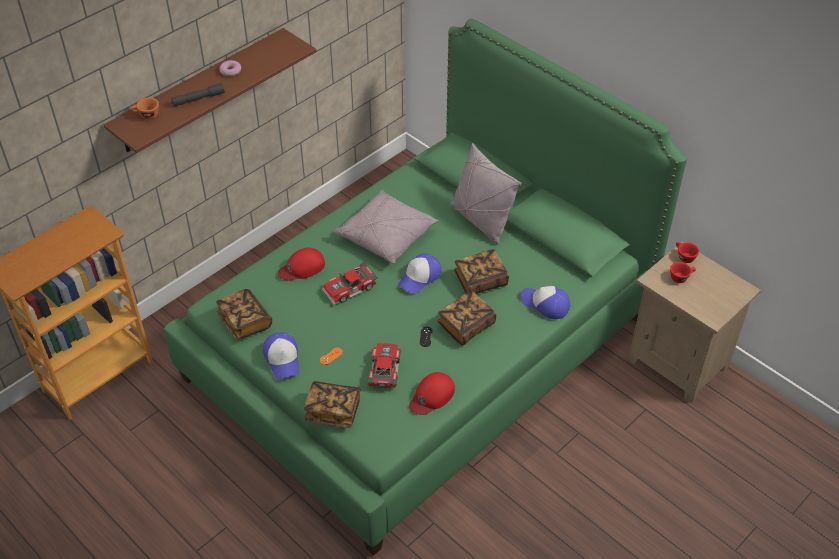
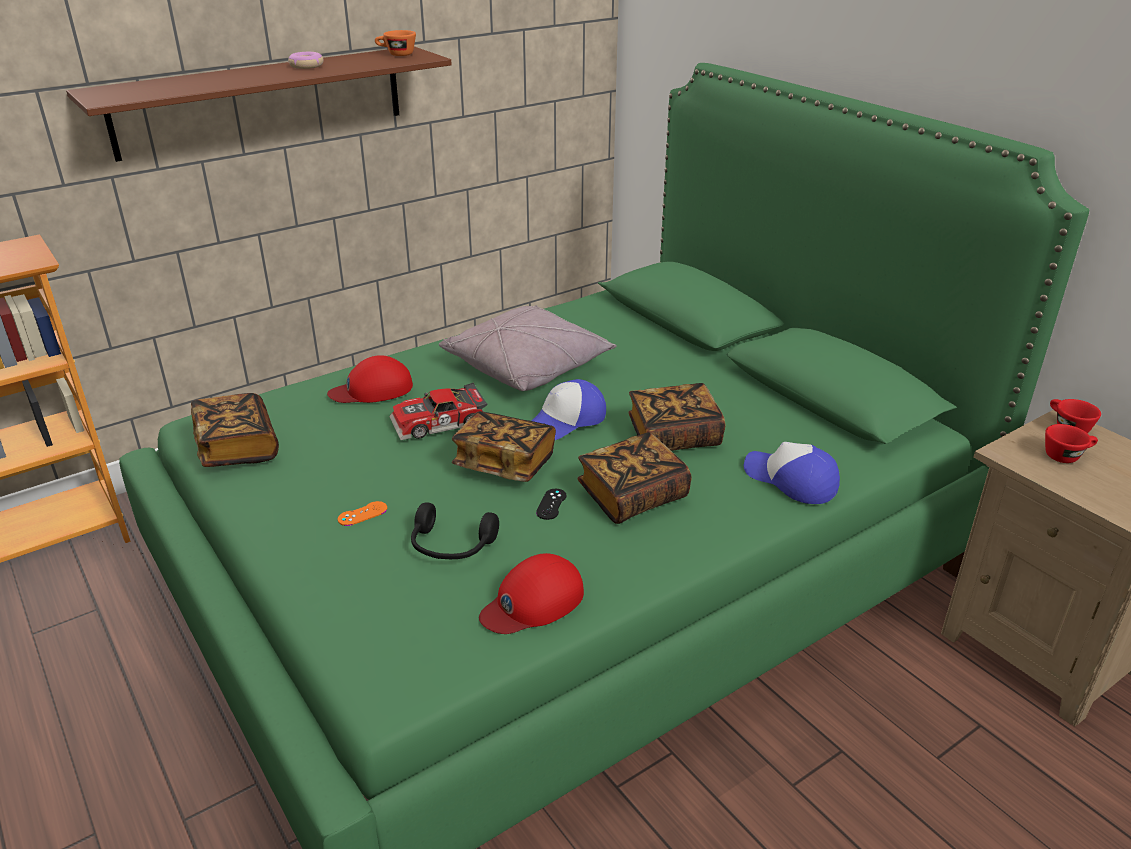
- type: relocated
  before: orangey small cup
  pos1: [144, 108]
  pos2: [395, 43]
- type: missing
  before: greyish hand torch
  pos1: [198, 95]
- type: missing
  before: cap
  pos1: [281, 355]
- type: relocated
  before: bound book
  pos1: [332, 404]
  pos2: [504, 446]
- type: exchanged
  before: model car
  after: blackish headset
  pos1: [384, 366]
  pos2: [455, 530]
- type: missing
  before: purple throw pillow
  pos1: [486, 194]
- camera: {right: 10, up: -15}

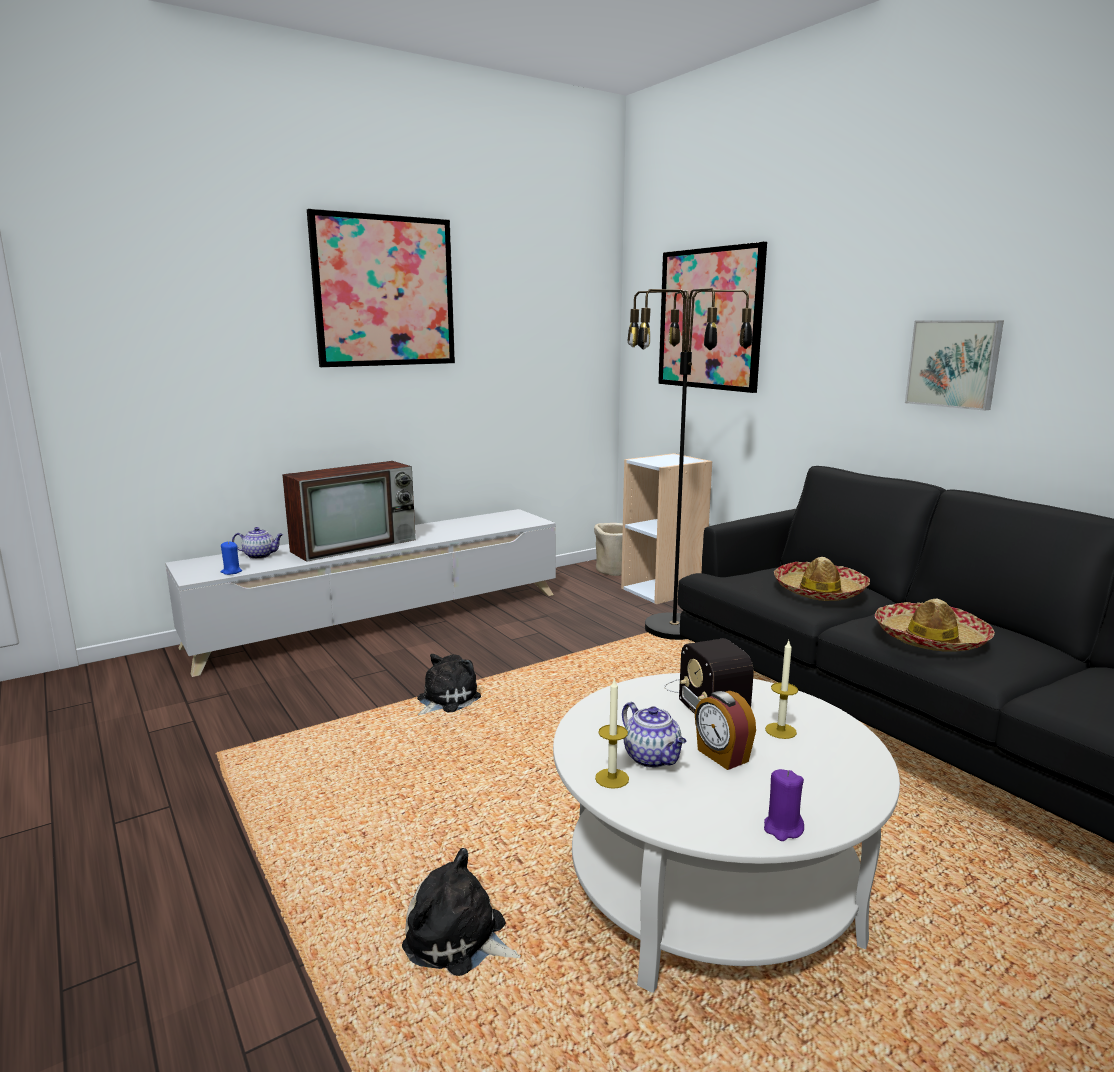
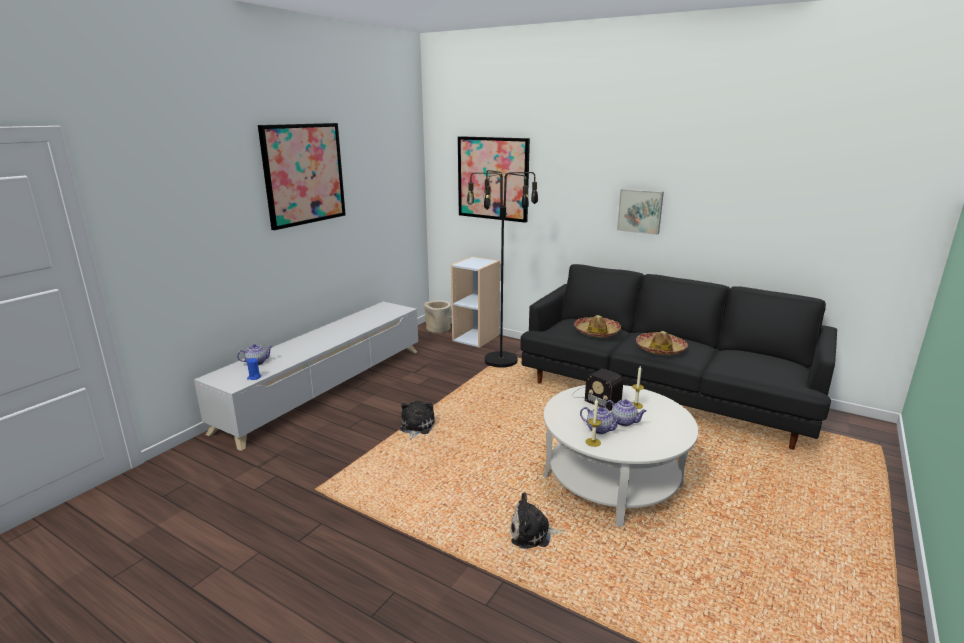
- type: missing
  before: television
  pos1: [349, 511]
- type: exchanged
  before: table clock
  after: teapot
  pos1: [725, 730]
  pos2: [625, 413]
- type: missing
  before: purple wax light
  pos1: [784, 805]
- camera: {right: -25, up: 5}

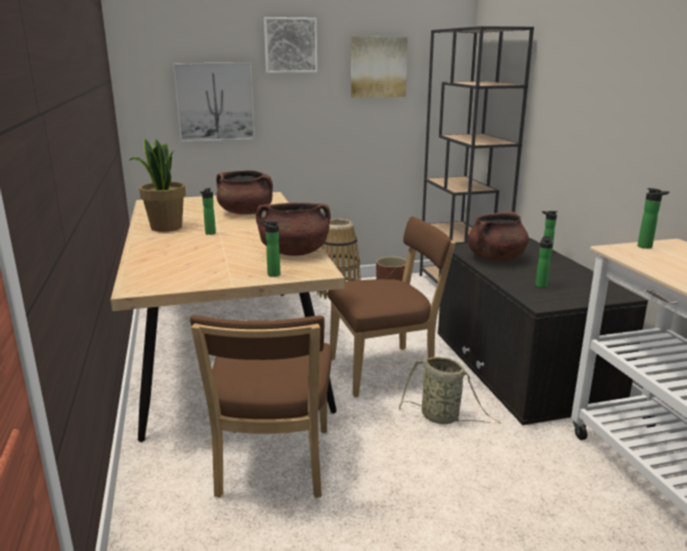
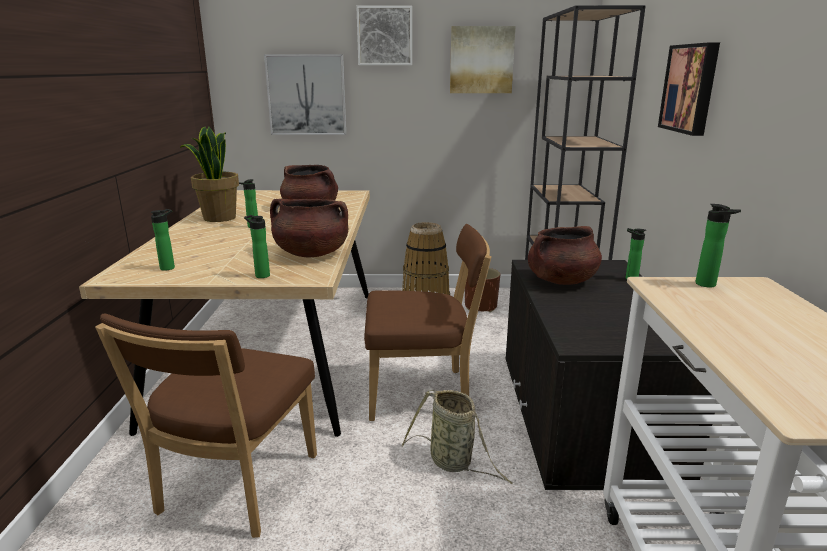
- type: relocated
  before: bottle
  pos1: [544, 262]
  pos2: [163, 240]
- type: appeared
  after: wall art
  pos2: [689, 89]
- camera: {right: 15, up: 0}

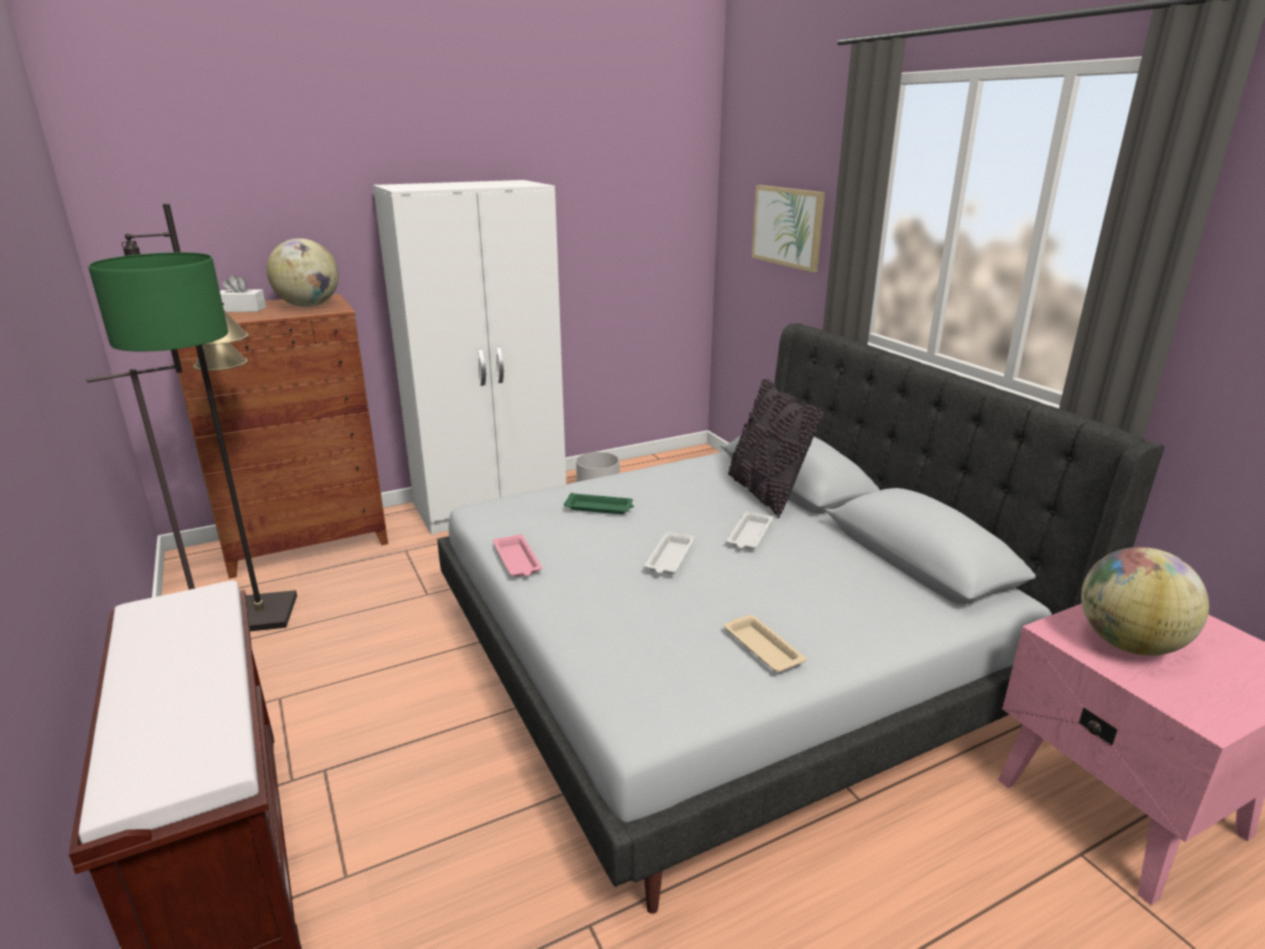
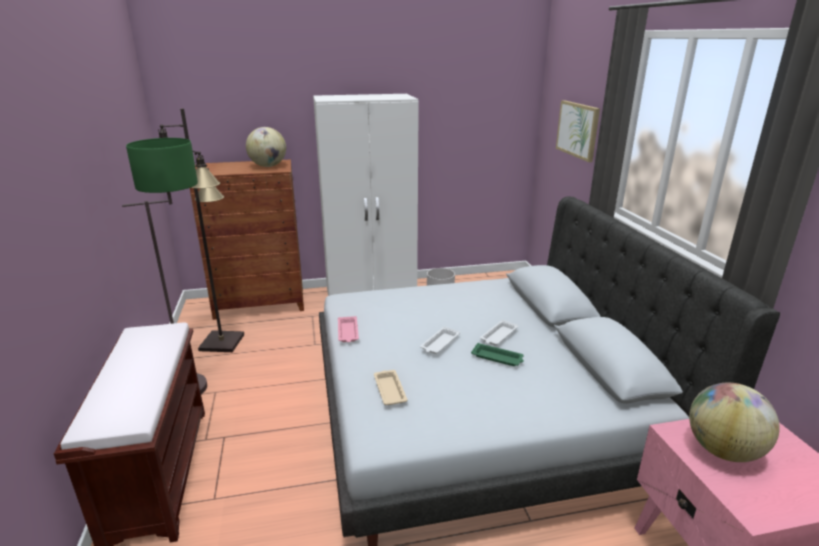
- type: missing
  before: white-coloured tissue holder
  pos1: [243, 293]
- type: relocated
  before: green-coloured tray
  pos1: [599, 503]
  pos2: [497, 354]
- type: relocated
  before: beige-coloured tray
  pos1: [765, 643]
  pos2: [391, 387]
- type: missing
  before: blackish throw pillow
  pos1: [776, 448]
- camera: {right: 15, up: 0}

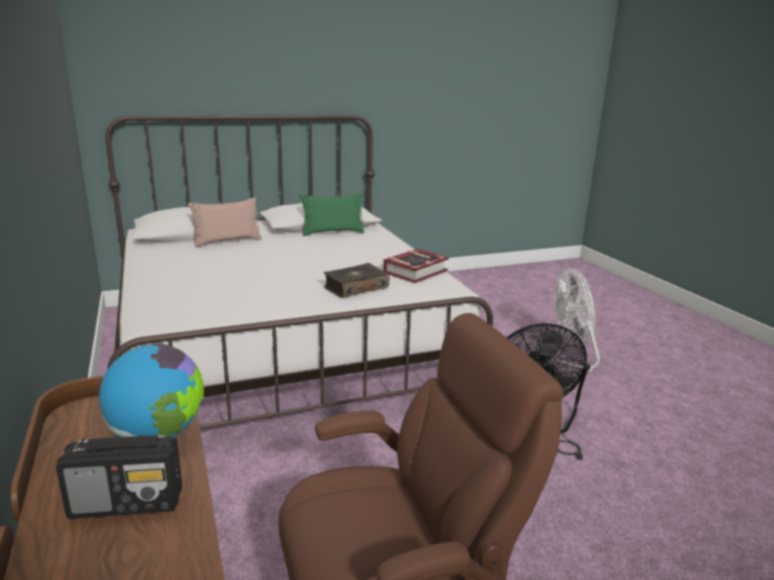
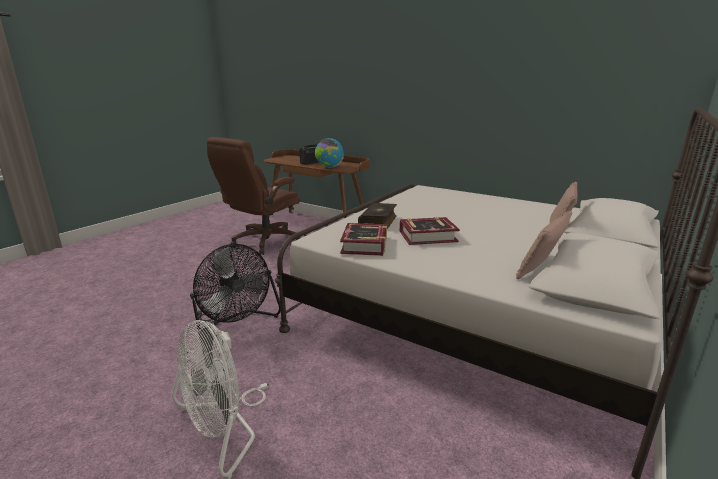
- type: colour
  before: green-coloured throw pillow
  after: beige-coloured throw pillow
  pos1: [331, 214]
  pos2: [544, 245]
- type: appeared
  after: bound book
  pos2: [430, 231]
- camera: {right: 145, up: 0}

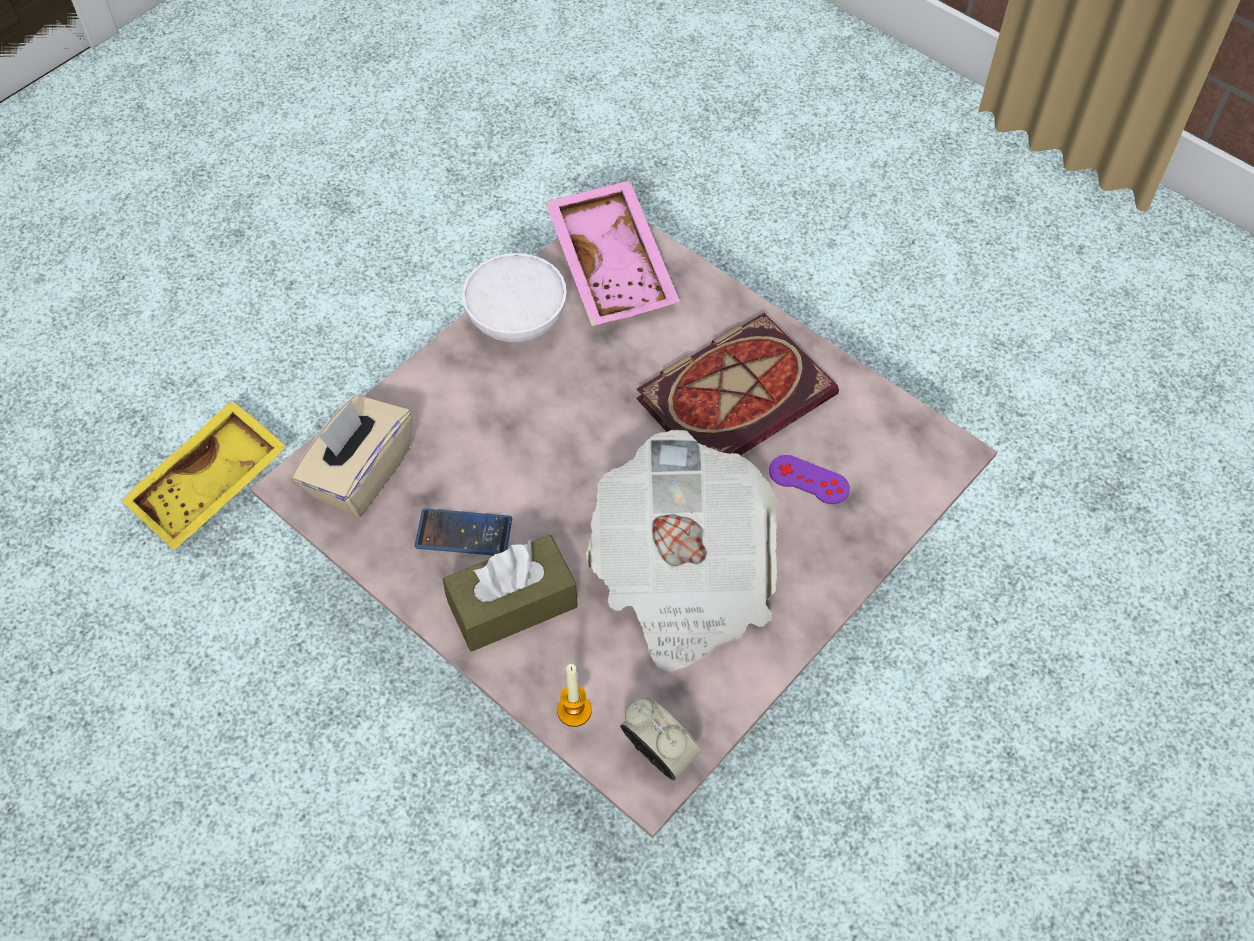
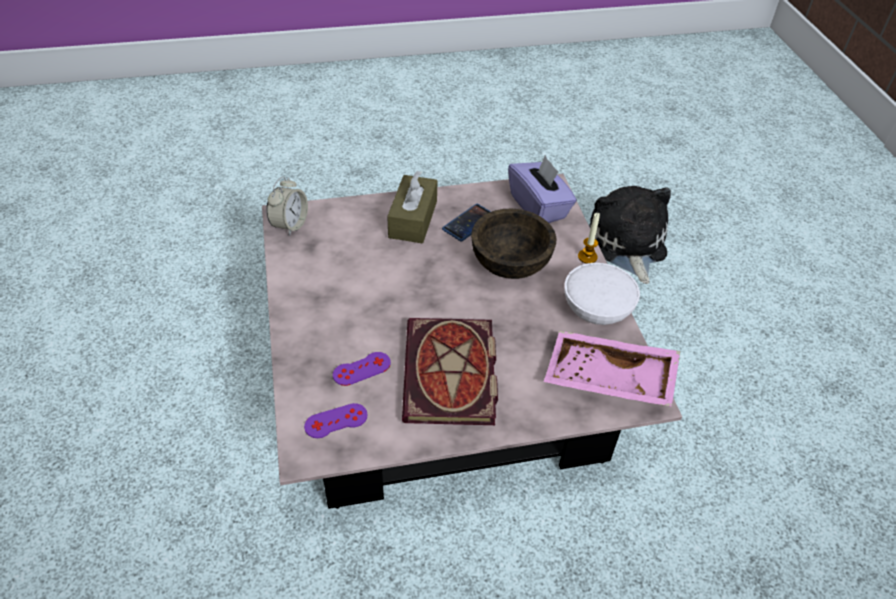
- type: exchanged
  before: yellow tray
  after: plush toy
  pos1: [204, 475]
  pos2: [630, 235]
- type: colour
  before: beige-coloured tissue holder
  after: purple tissue holder
  pos1: [352, 456]
  pos2: [542, 189]
- type: relocated
  before: wax light
  pos1: [574, 695]
  pos2: [589, 238]
- type: missing
  before: printed paper
  pos1: [681, 551]
- type: spun
  before: table clock
  pos1: [661, 739]
  pos2: [287, 206]
  turn: -60
- type: appeared
  after: purple game controller
  pos2: [336, 420]
- type: appeared
  after: brown-coloured serving bowl
  pos2: [513, 244]
- camera: {right: 125, up: -10}

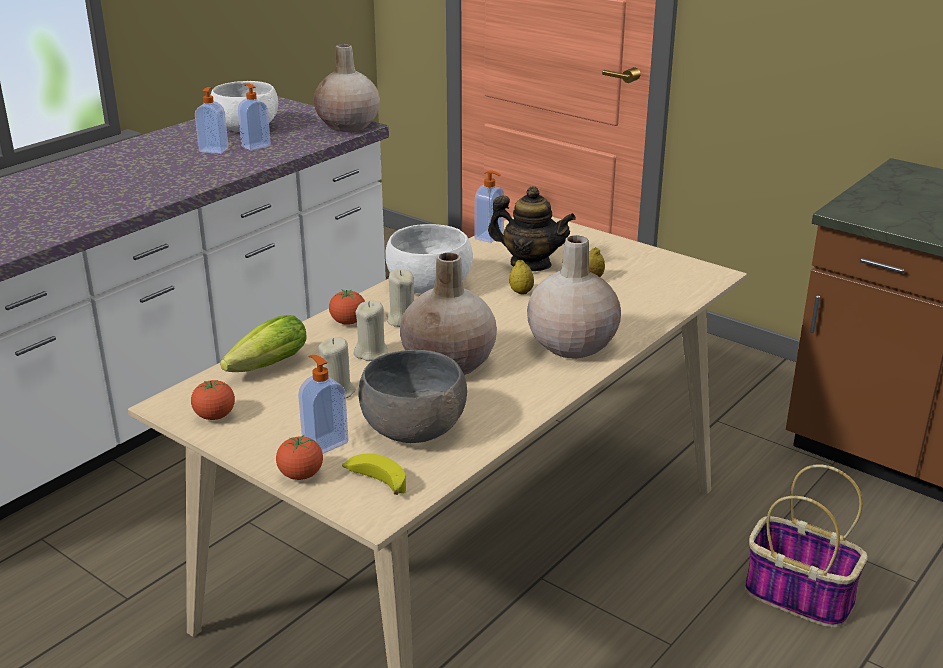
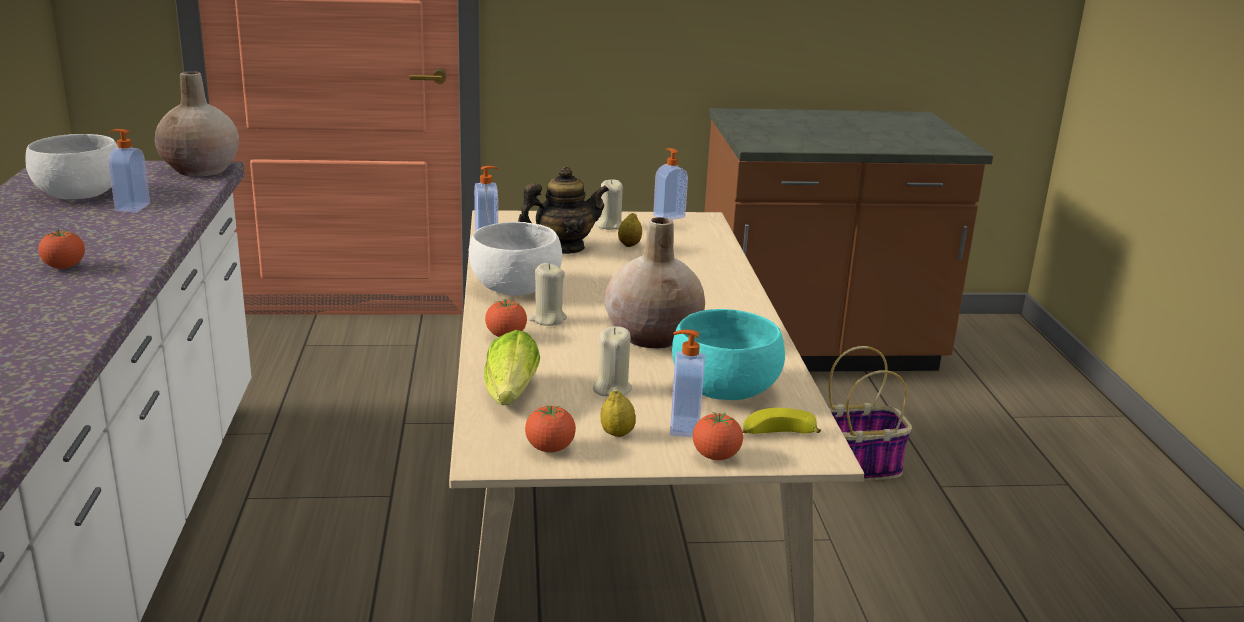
- type: relocated
  before: soap dispenser
  pos1: [212, 120]
  pos2: [670, 184]
- type: relocated
  before: beige-coloured wax light
  pos1: [370, 330]
  pos2: [609, 204]
- type: colour
  before: greyish serving bowl
  after: blue-green serving bowl
  pos1: [412, 396]
  pos2: [728, 354]
- type: relocated
  before: whole lemon
  pos1: [521, 277]
  pos2: [618, 413]
- type: missing
  before: beige-coloured decorative vase
  pos1: [574, 296]
- type: appeared
  after: whole tomato
  pos2: [61, 249]
- camera: {right: -45, up: -5}

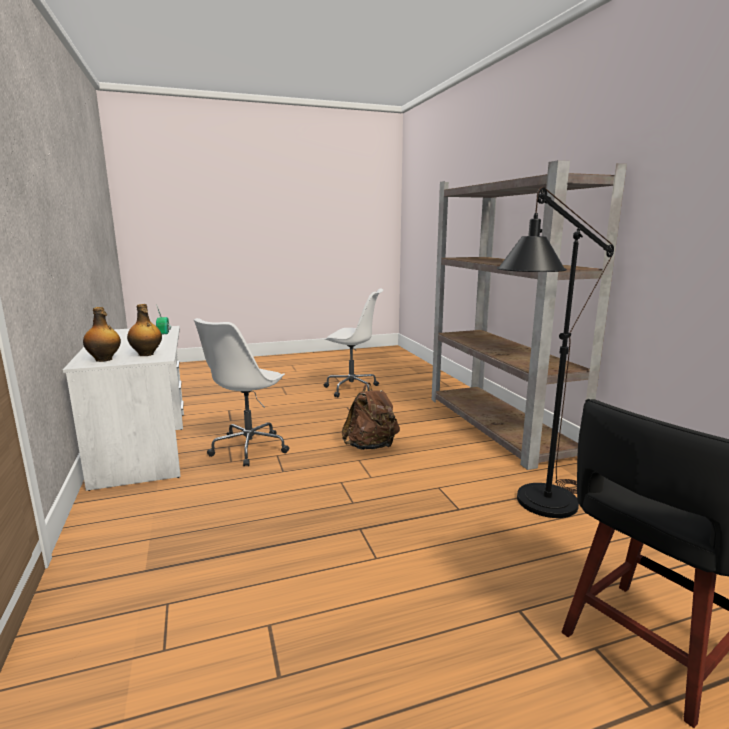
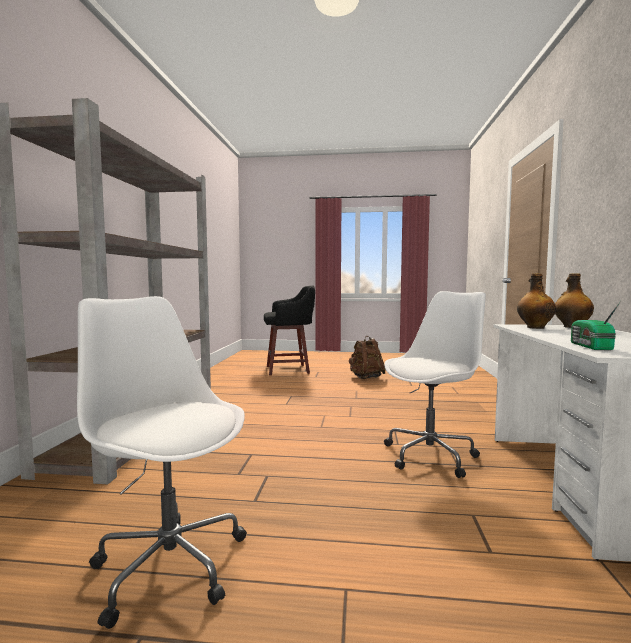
- type: relocated
  before: brown-coloured backpack
  pos1: [371, 416]
  pos2: [367, 357]
- type: missing
  before: blackish standard lamp
  pos1: [555, 352]
- camera: {right: -155, up: -10}

